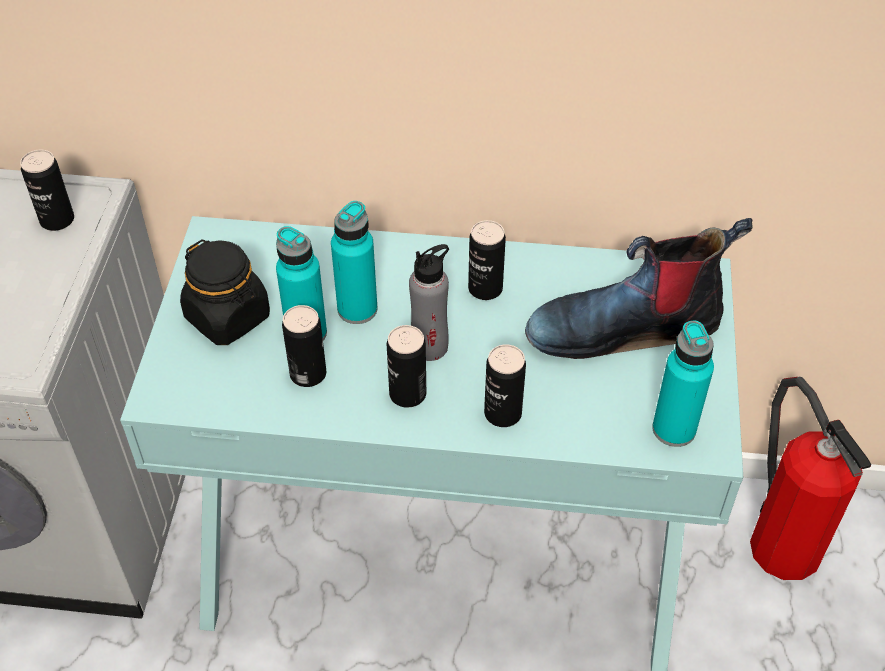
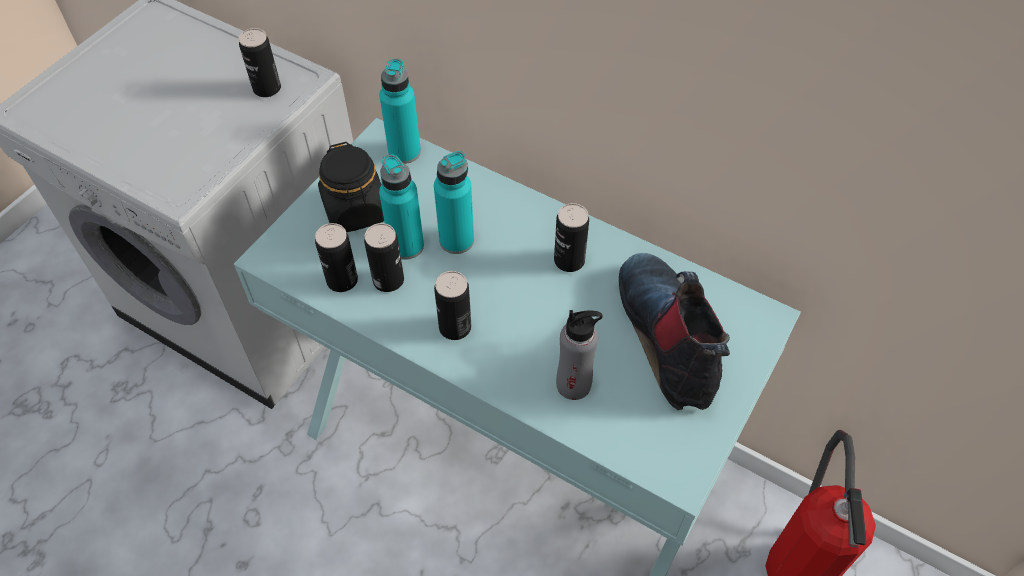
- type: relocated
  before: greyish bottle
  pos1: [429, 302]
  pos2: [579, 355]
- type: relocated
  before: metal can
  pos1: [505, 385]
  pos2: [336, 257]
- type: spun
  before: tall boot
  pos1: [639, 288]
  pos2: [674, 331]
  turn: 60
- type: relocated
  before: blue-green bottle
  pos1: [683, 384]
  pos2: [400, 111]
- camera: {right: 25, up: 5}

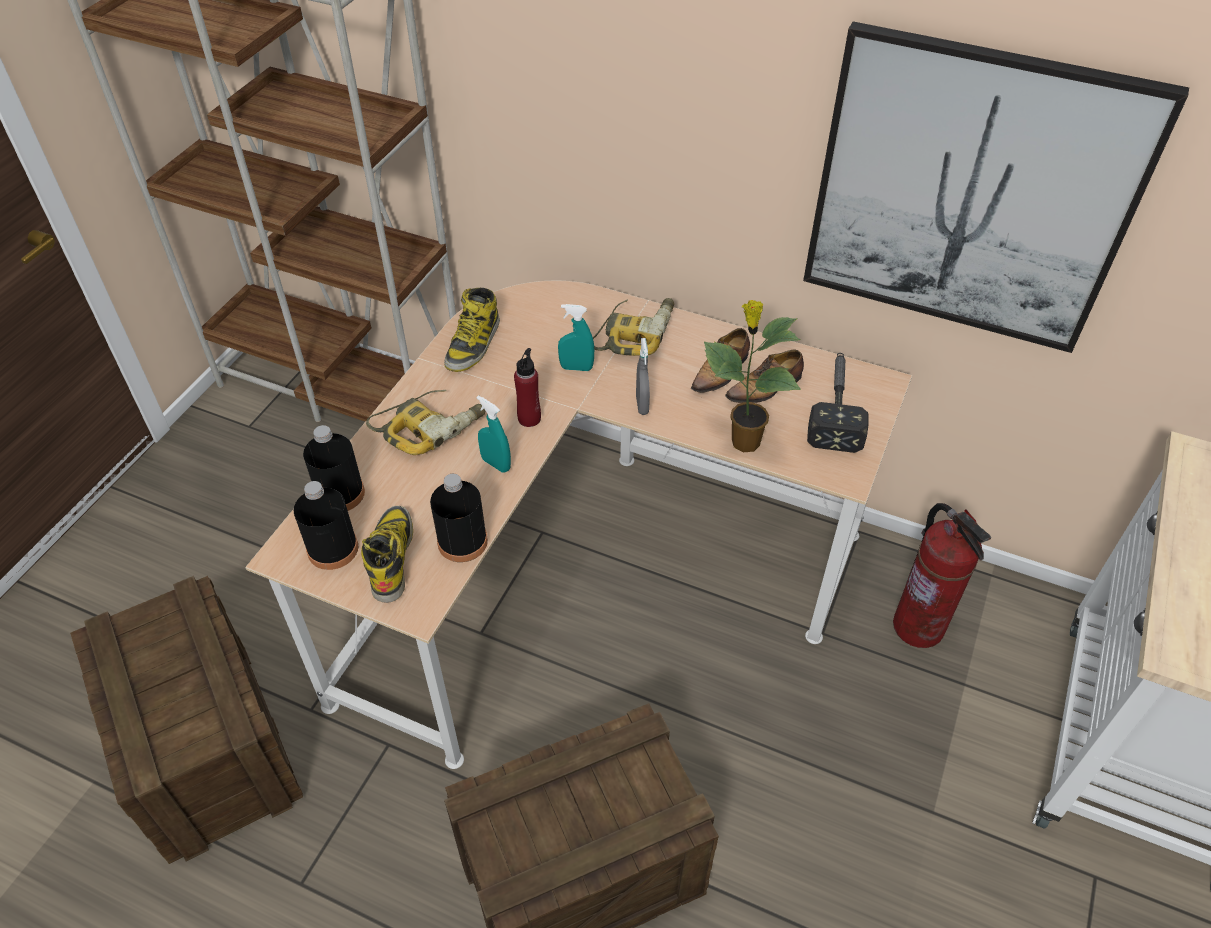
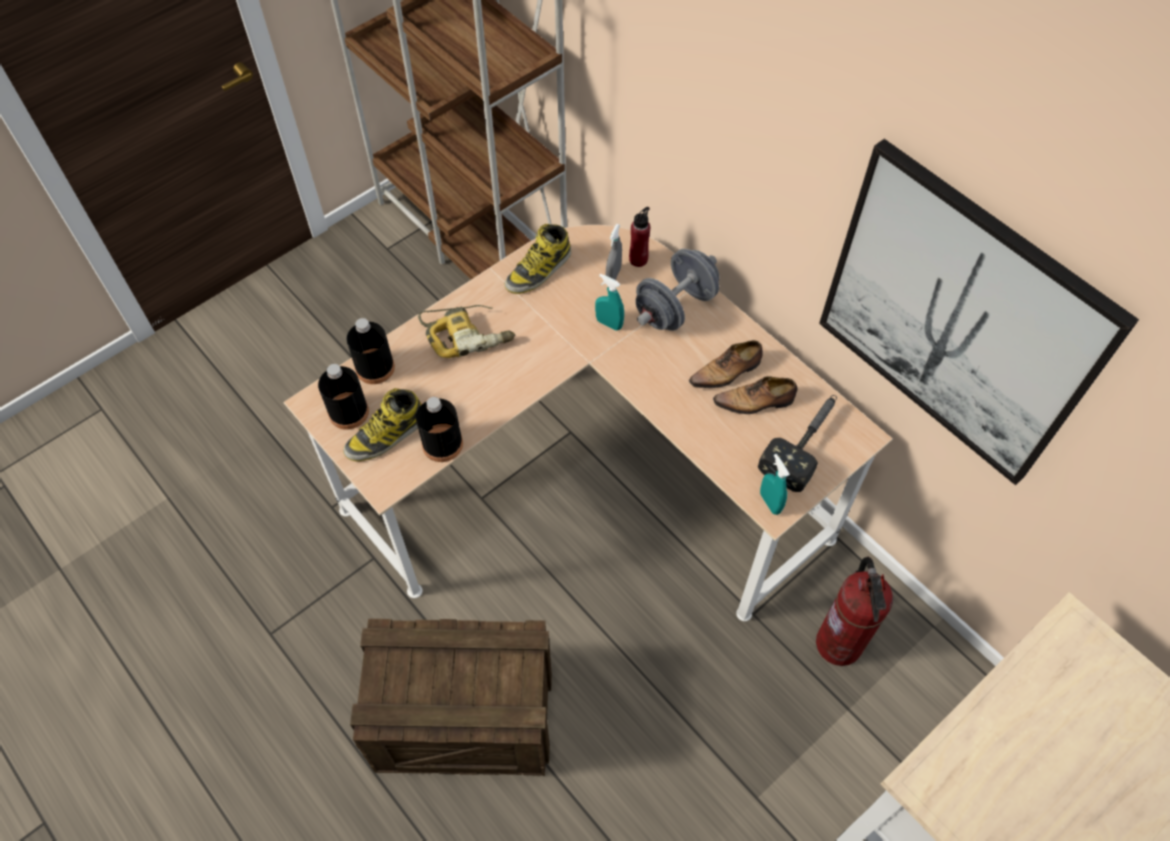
- type: missing
  before: shipping crate
  pos1: [186, 720]
- type: spun
  before: tall boot
  pos1: [387, 554]
  pos2: [382, 424]
  turn: -150
- type: relocated
  before: blue-green hand sprayer
  pos1: [494, 434]
  pos2: [775, 484]
- type: relocated
  before: red bottle
  pos1: [527, 387]
  pos2: [639, 237]
- type: exchanged
  before: electric drill
  after: greyish dumbbell
  pos1: [633, 327]
  pos2: [677, 290]
- type: relocated
  before: greyish hand sprayer
  pos1: [643, 376]
  pos2: [614, 252]
- type: missing
  before: potted plant
  pos1: [752, 376]
- camera: {right: 25, up: 10}

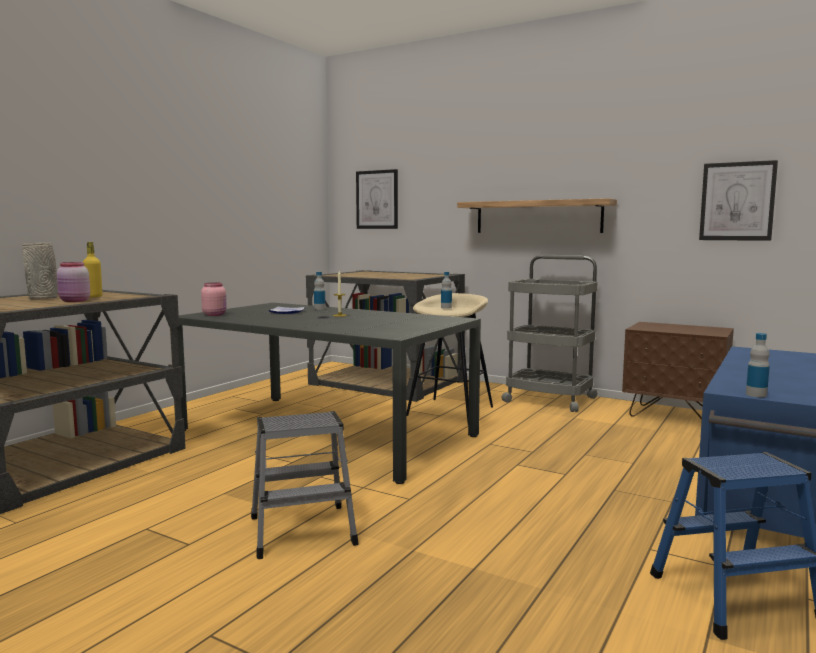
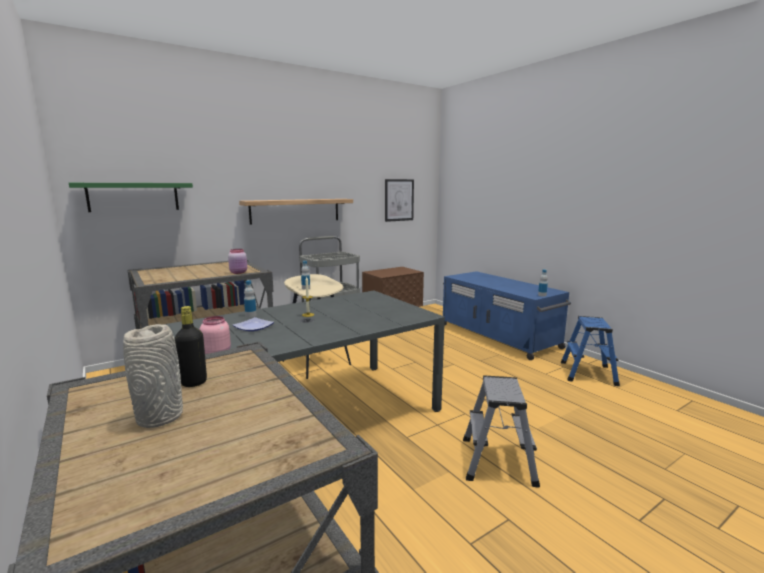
- type: relocated
  before: pink jar
  pos1: [73, 282]
  pos2: [237, 261]
- type: colour
  before: yellow bottle
  after: blackish bottle
  pos1: [92, 269]
  pos2: [191, 346]
- type: exchanged
  before: wall art
  after: green-coloured shelf
  pos1: [377, 199]
  pos2: [131, 197]
- camera: {right: -65, up: 5}

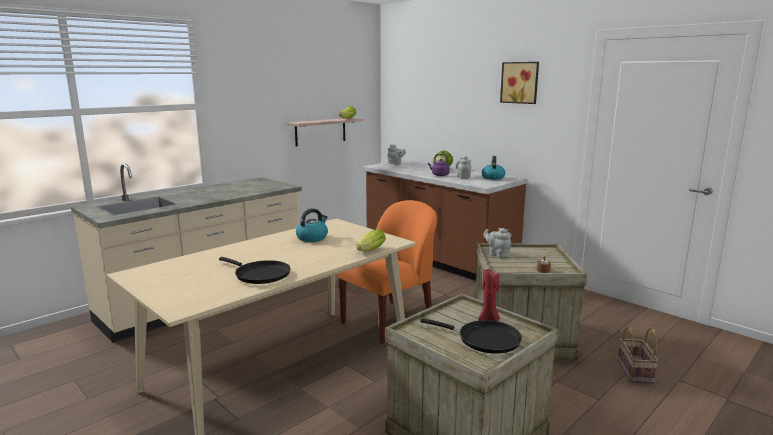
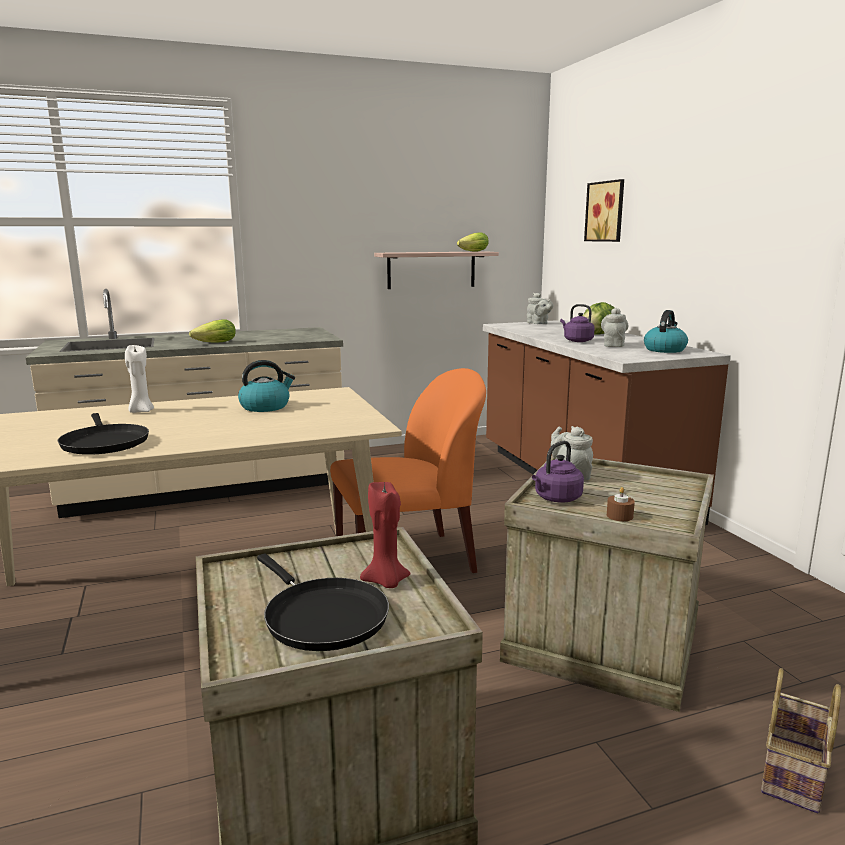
- type: relocated
  before: lettuce head
  pos1: [371, 240]
  pos2: [212, 331]
- type: relocated
  before: wall art
  pos1: [519, 83]
  pos2: [604, 210]
- type: appeared
  after: white-coloured wax light
  pos2: [139, 379]
- type: appeared
  after: purple kettle
  pos2: [558, 471]
- camera: {right: 25, up: 0}

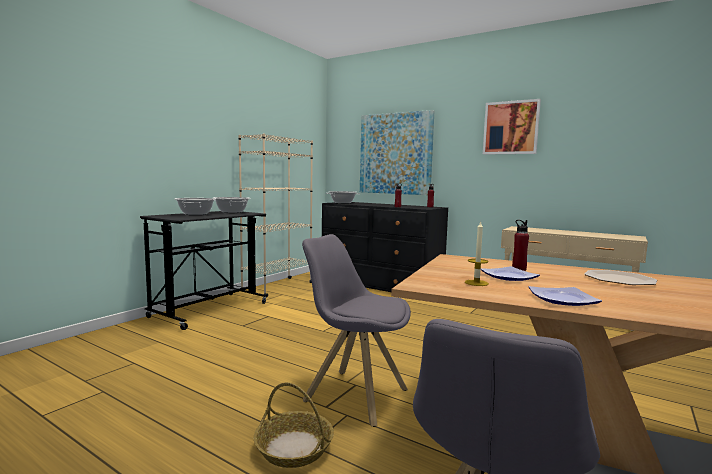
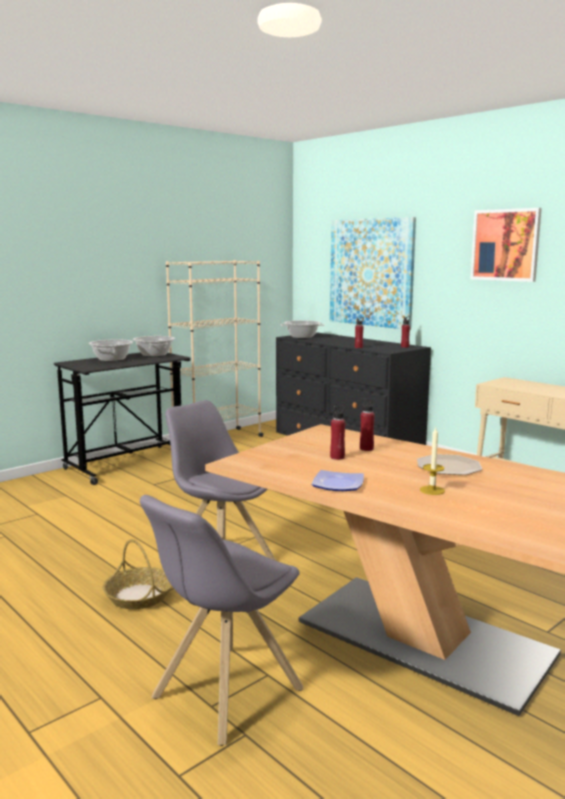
- type: relocated
  before: wax light
  pos1: [477, 253]
  pos2: [432, 461]
- type: exchanged
  before: dinner plate
  after: red bottle
  pos1: [510, 273]
  pos2: [338, 432]
- camera: {right: 15, up: 5}

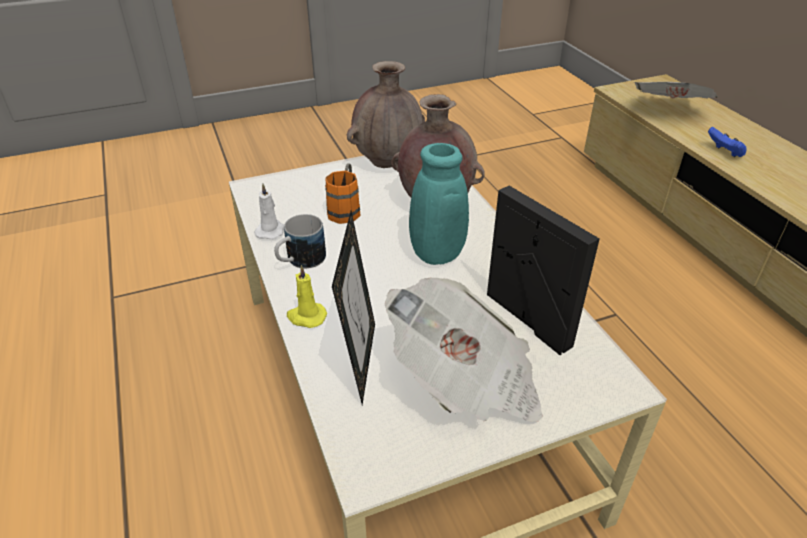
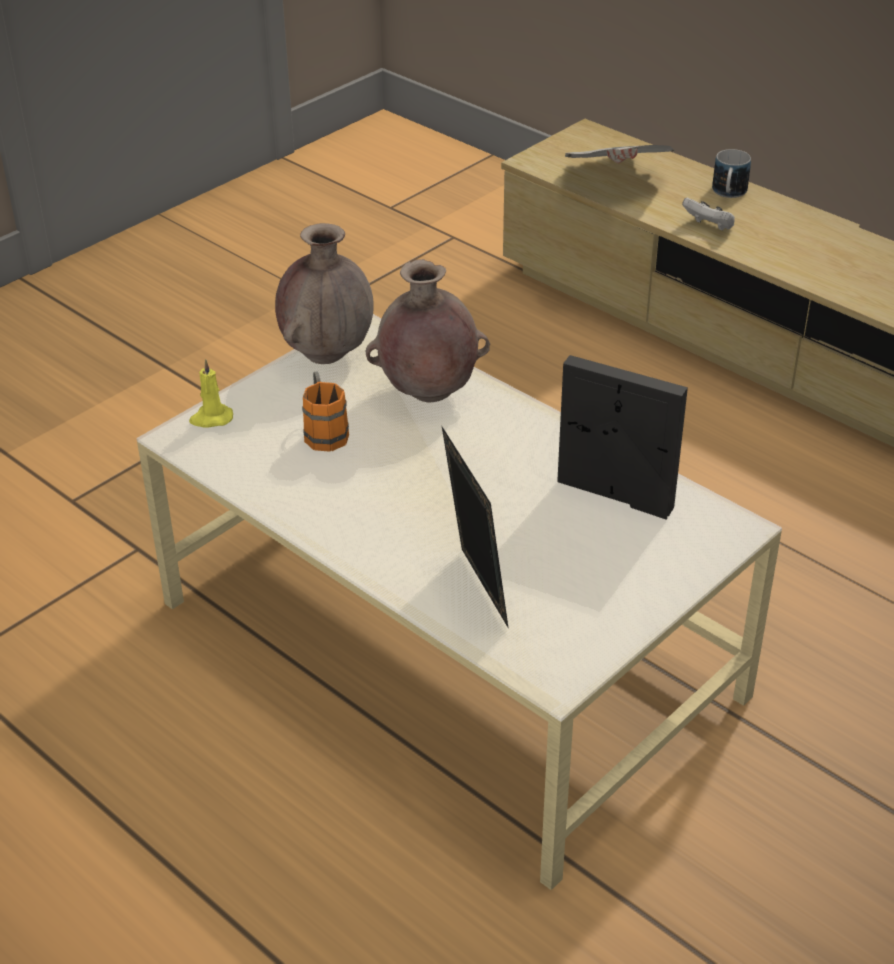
- type: missing
  before: white-coloured wax light
  pos1: [269, 211]
- type: relocated
  before: coffee mug
  pos1: [300, 241]
  pos2: [731, 173]
- type: relocated
  before: yellow wax light
  pos1: [307, 296]
  pos2: [211, 393]
- type: missing
  before: printed paper
  pos1: [464, 350]
- type: missing
  before: blue-green decorative vase
  pos1: [439, 204]
- type: colour
  before: blue-coloured game controller
  after: white-coloured game controller
  pos1: [727, 142]
  pos2: [708, 214]
- camera: {right: -25, up: 0}

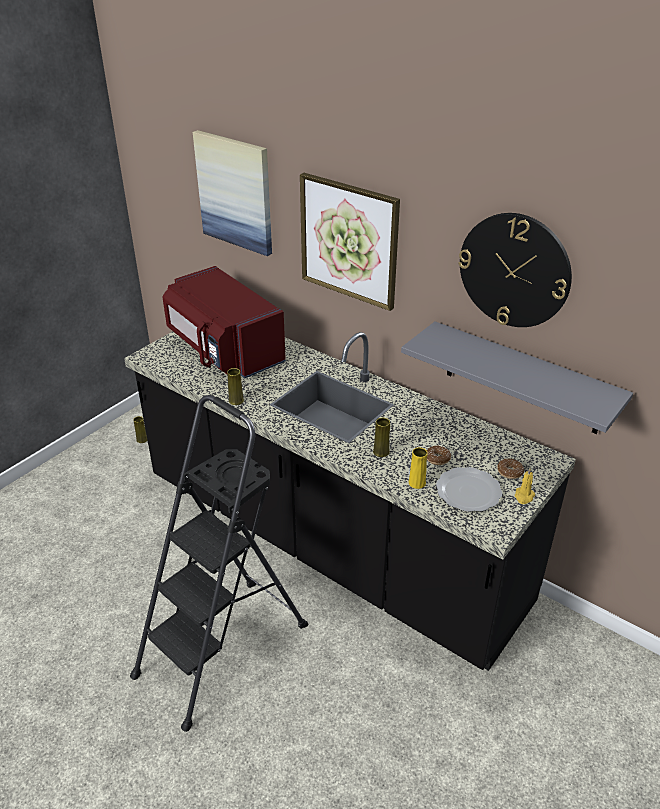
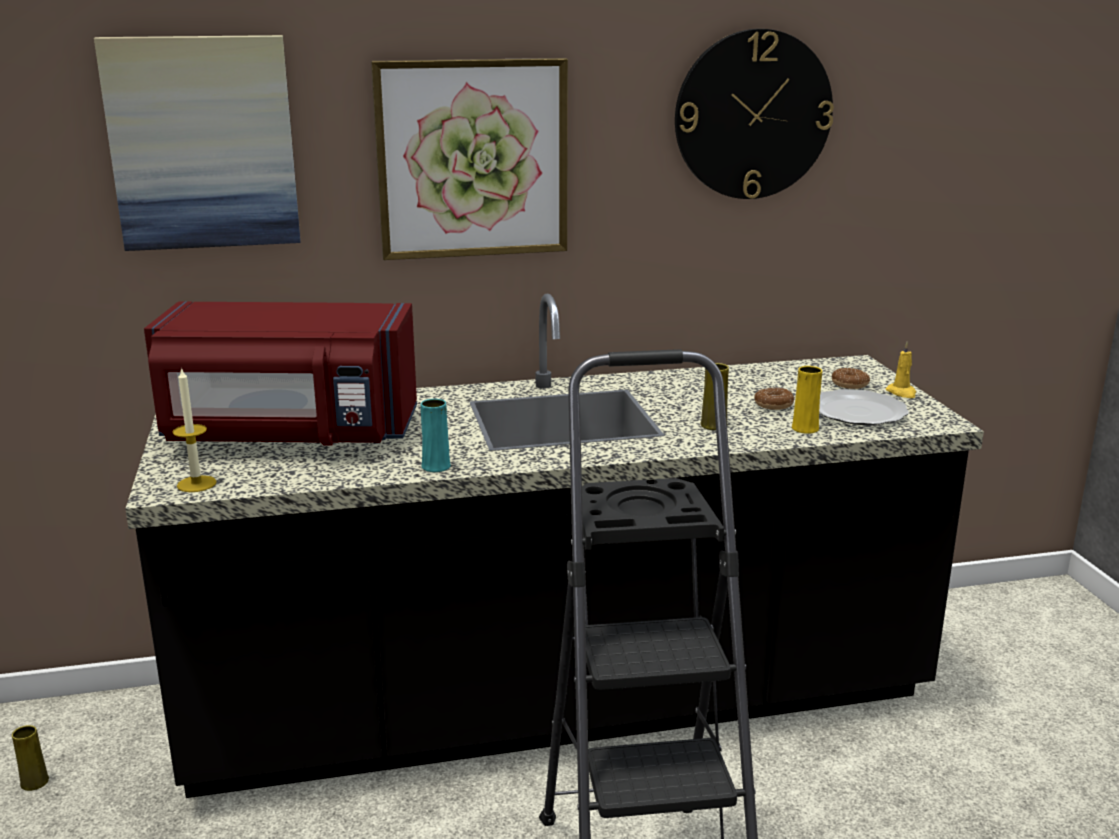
- type: colour
  before: yellow decorative vase
  after: blue-green decorative vase
  pos1: [235, 386]
  pos2: [436, 435]
- type: missing
  before: greyish shelf
  pos1: [517, 377]
- type: appeared
  after: wax light
  pos2: [194, 429]
- camera: {right: -50, up: -15}

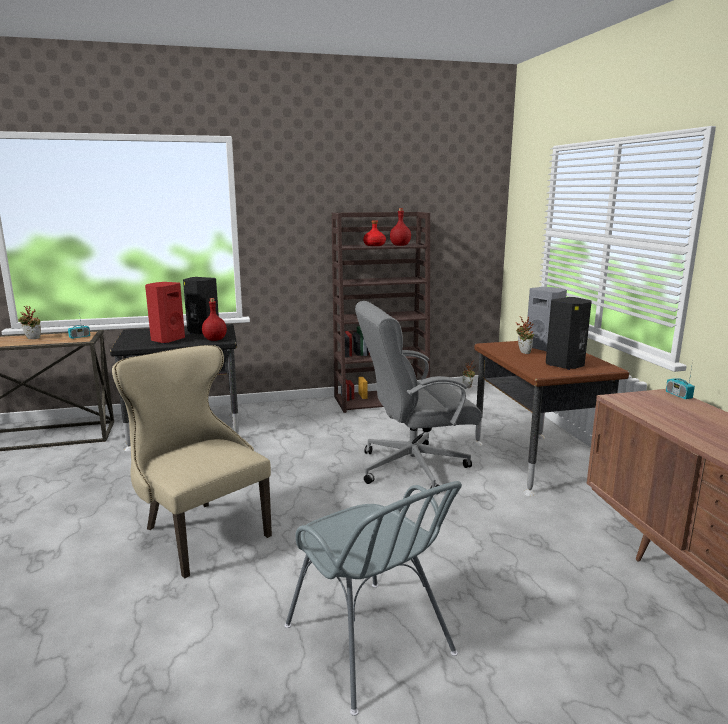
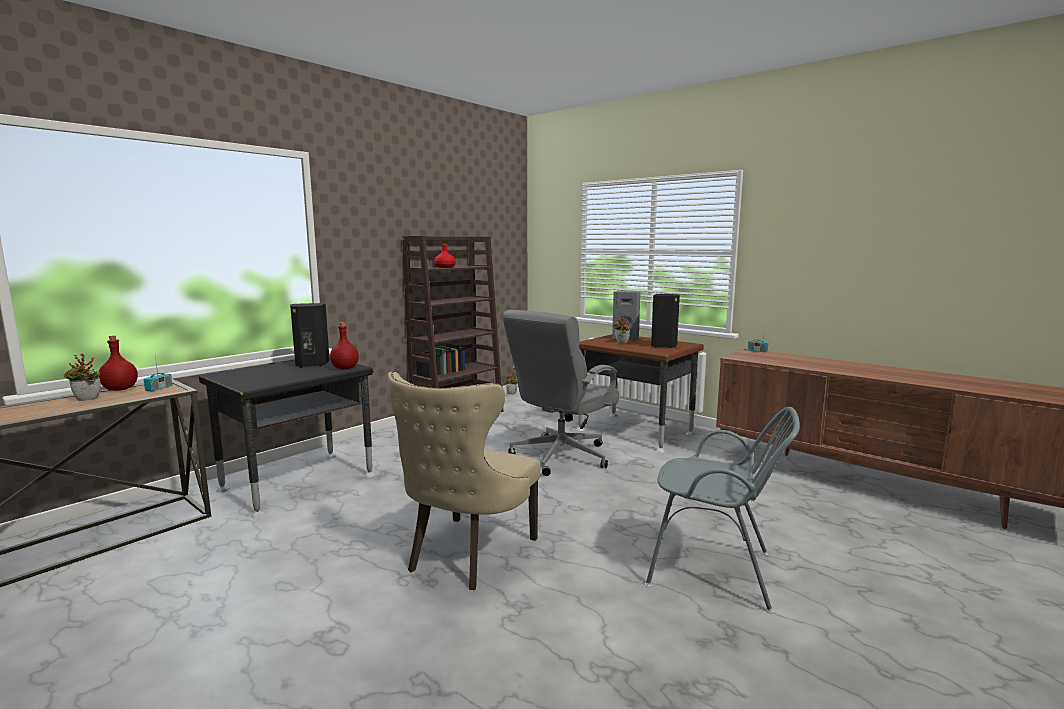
- type: spun
  before: beige-coloured upright chair
  pos1: [192, 462]
  pos2: [463, 480]
  turn: -75
- type: missing
  before: red loudspeaker
  pos1: [165, 313]
- type: relocated
  before: red bottle
  pos1: [400, 227]
  pos2: [118, 363]
- camera: {right: -35, up: -5}

